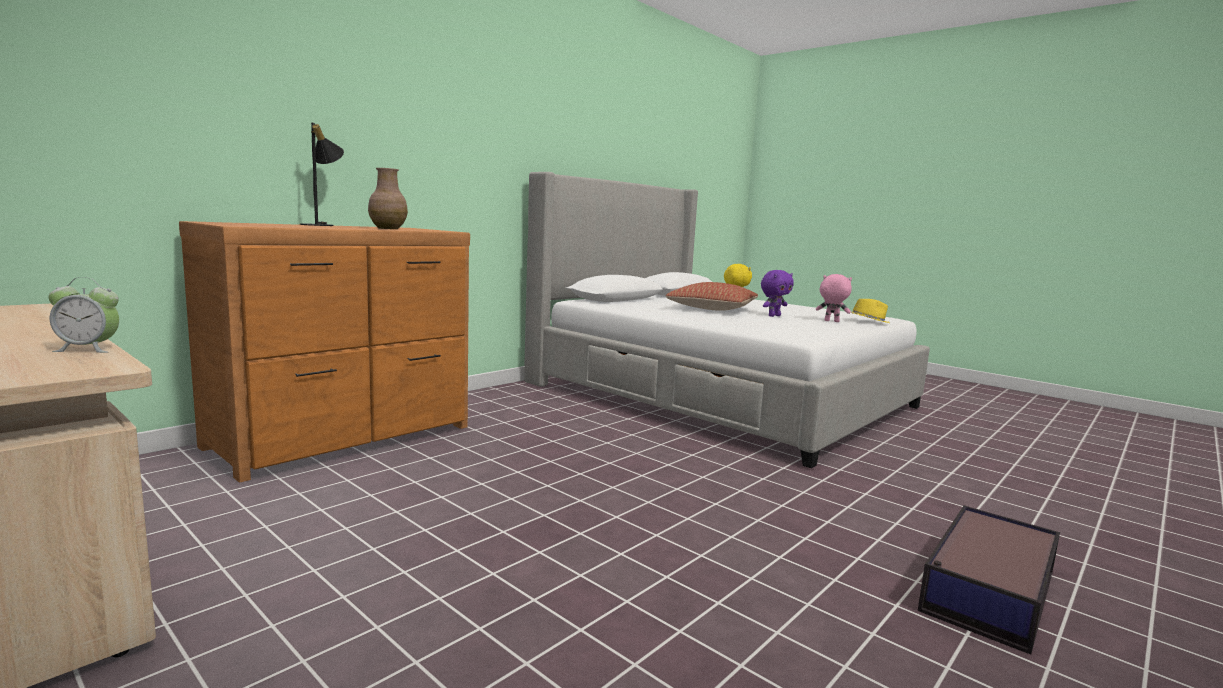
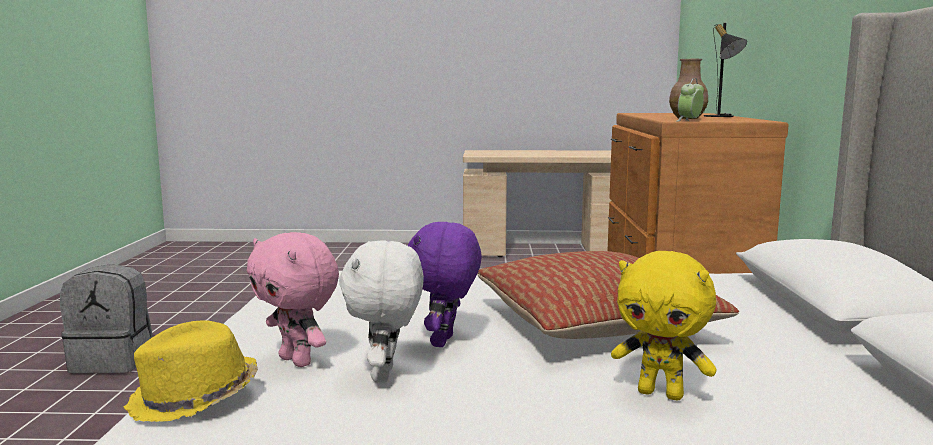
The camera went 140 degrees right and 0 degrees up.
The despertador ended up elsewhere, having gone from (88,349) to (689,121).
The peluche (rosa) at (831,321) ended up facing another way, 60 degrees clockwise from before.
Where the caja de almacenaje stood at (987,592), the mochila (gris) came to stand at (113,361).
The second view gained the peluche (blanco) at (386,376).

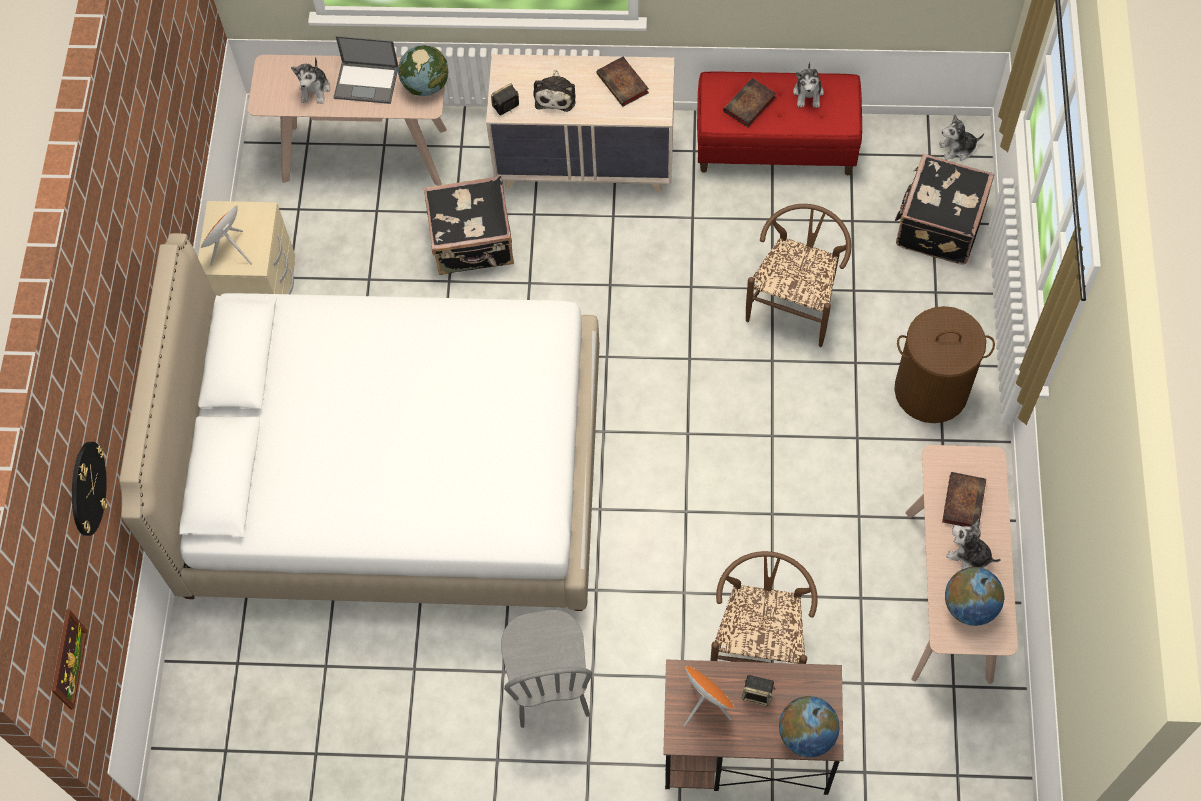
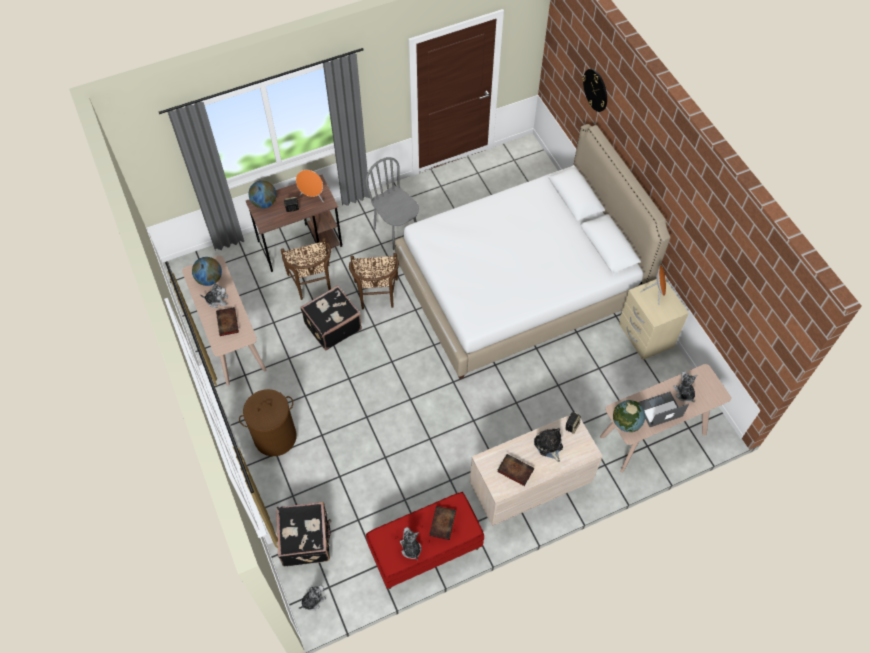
The camera went 150 degrees right and 5 degrees down.
The second view lost the cuadro at (68,659).
The maleta (negro) ended up elsewhere, having gone from (473,243) to (332,326).
The silla (marrón) ended up elsewhere, having gone from (796,304) to (376,297).

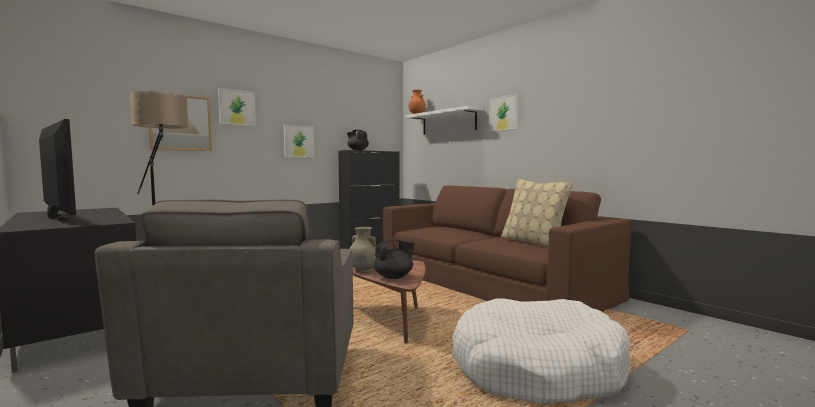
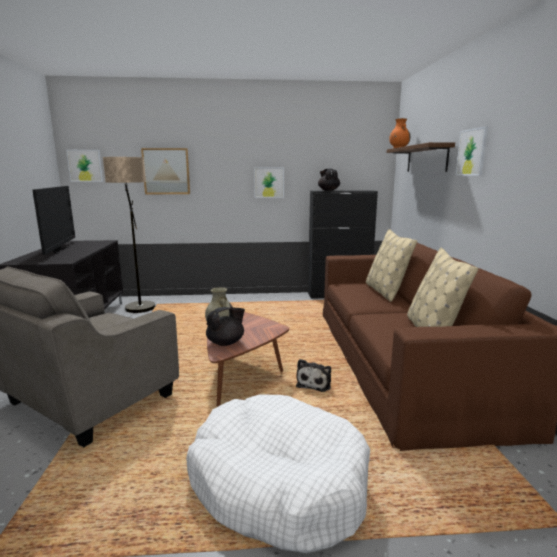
The camera went 35 degrees right and 10 degrees up.
The cuadro ended up elsewhere, having gone from (237,107) to (85,165).
The tetera (negro) at (394,277) ended up facing another way, 45 degrees counterclockwise from before.
What was the estante (blanco) at (448,122) turned into the estante (marrón) at (426,159).
The second view gained the peluche at (314,383).
The second view gained the cojín (beis) at (385,291).

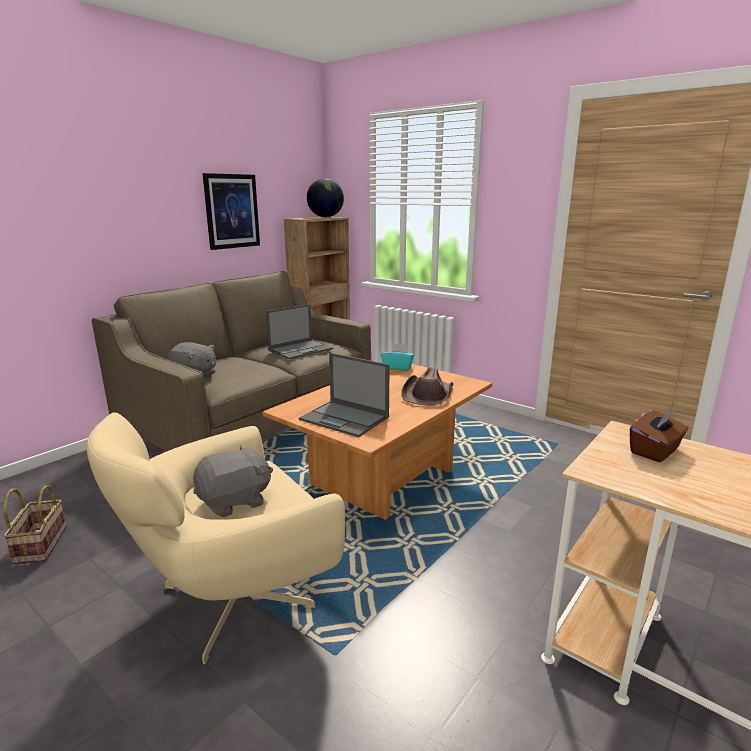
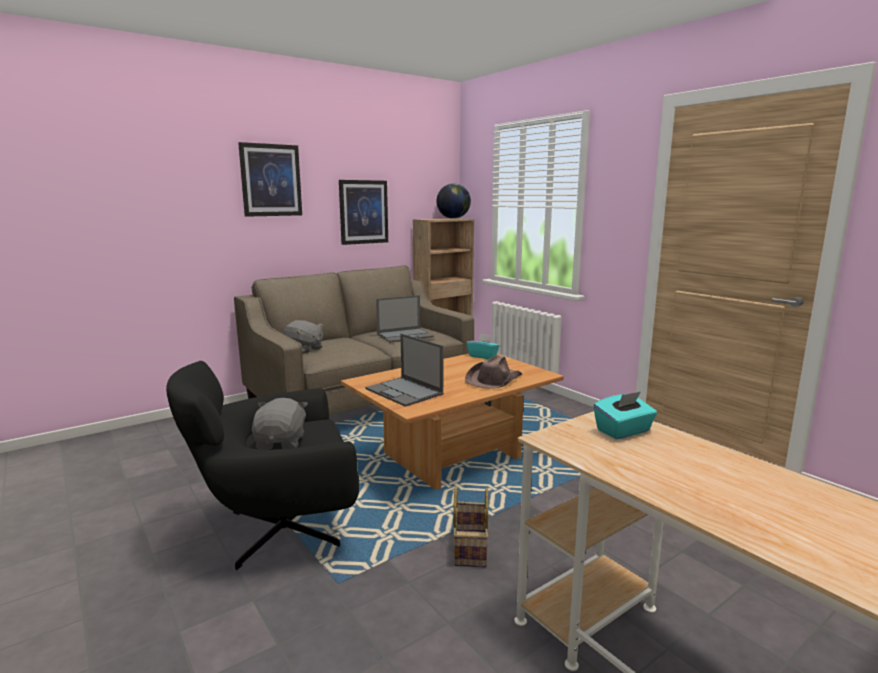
The camera went 15 degrees right and 5 degrees down.
The cesta ended up elsewhere, having gone from (40,544) to (469,547).
What was the sillón (beis) at (232,600) turned into the sillón (negro) at (278,530).
The peluche (gris) at (235,501) ended up facing another way, 75 degrees counterclockwise from before.
What was the caja de pañuelos (marrón) at (655,451) turned into the caja de pañuelos (turquesa) at (623,431).
The second view gained the cuadro at (271,180).

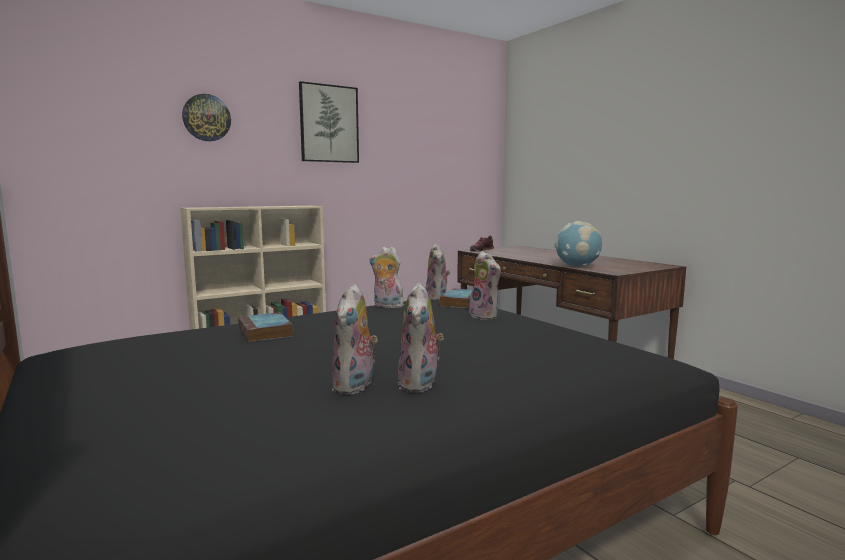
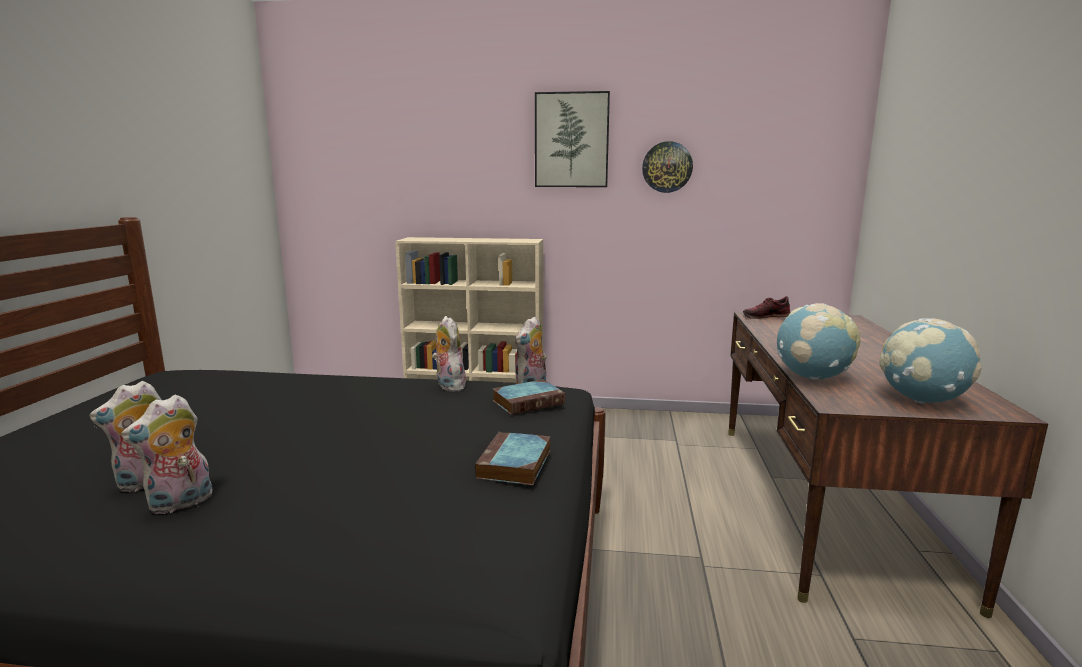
The camera went 40 degrees right and 5 degrees up.
The reloj de pared ended up elsewhere, having gone from (206,118) to (667,167).
The libro ended up elsewhere, having gone from (266,332) to (515,465).
The second view lost the peluche at (486,316).
The second view gained the globo terráqueo at (922,400).

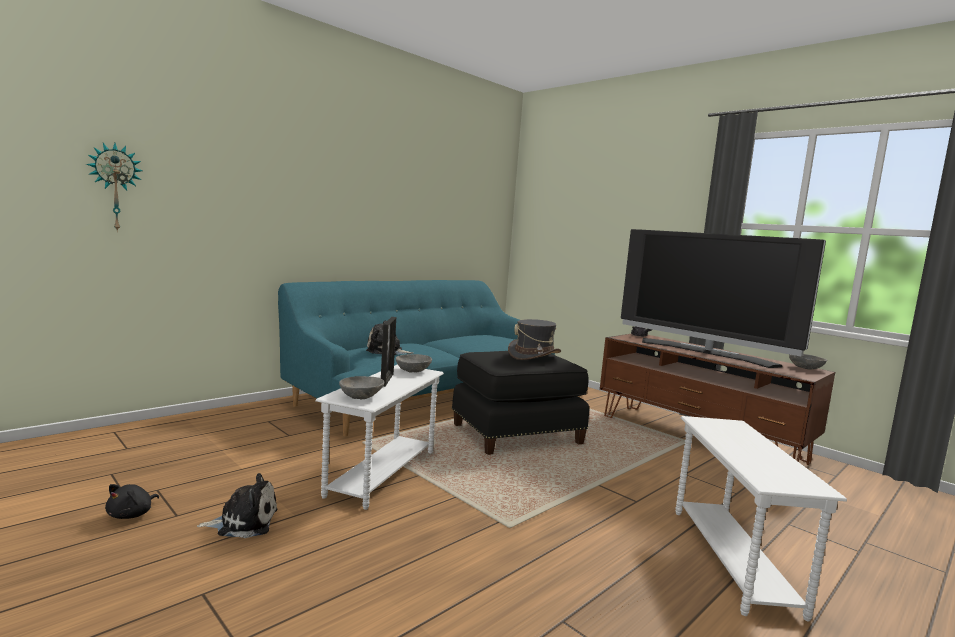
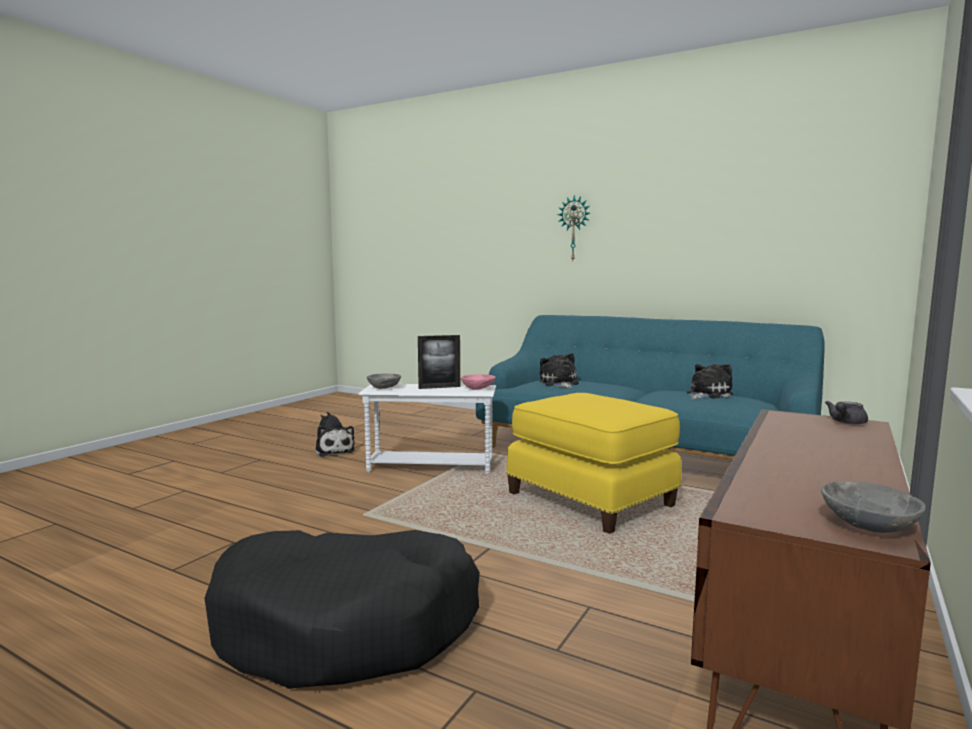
The camera went 75 degrees right and 0 degrees up.
The reloj de pared ended up elsewhere, having gone from (115,187) to (574,228).
What was the cuenco (gris) at (413,371) turned into the cuenco (rosa) at (478,389).
What was the puf (negro) at (516,433) turned into the puf (amarillo) at (591,499).
The second view lost the sombrero (gris) at (534,355).
The second view lost the televisor at (705,353).
Where the mesa auxiliar (blanco) stood at (733,559), the cama para perro (negro) came to stand at (347,626).
The second view gained the peluche at (707,394).

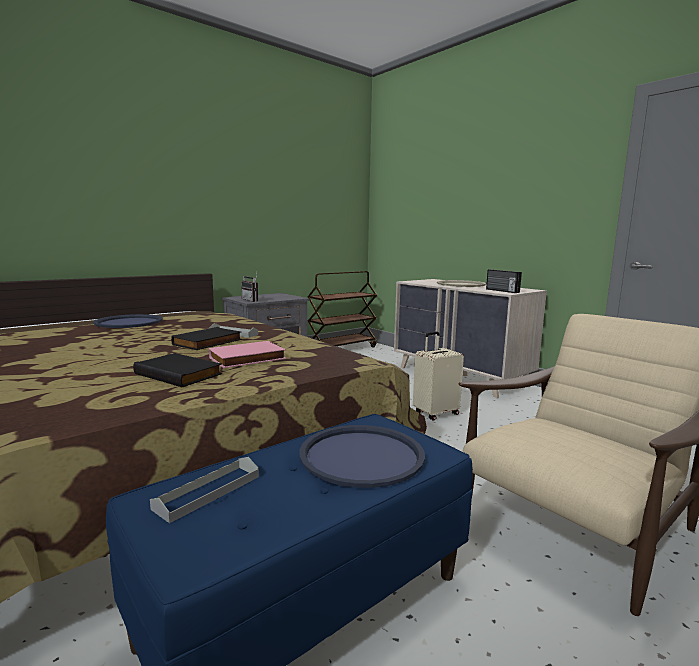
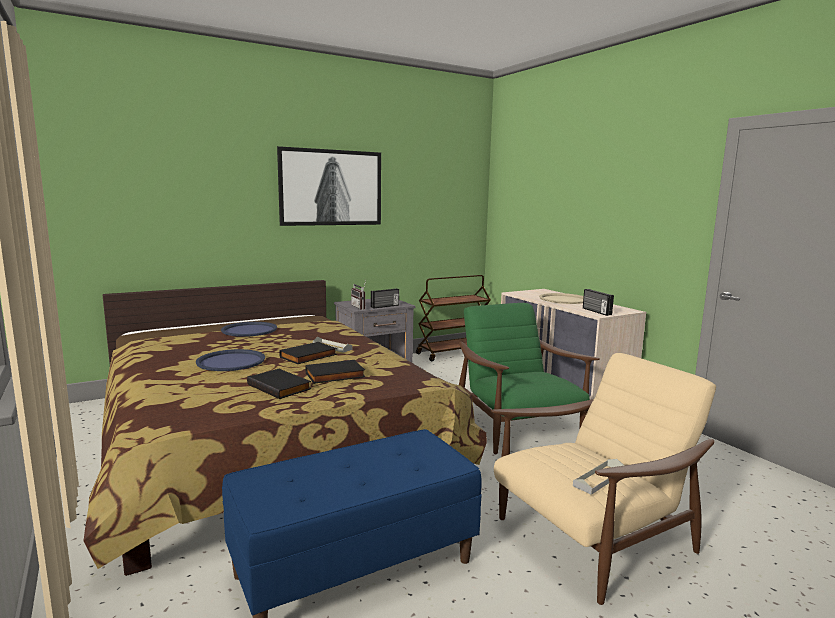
The camera went 10 degrees right and 0 degrees up.
The bandeja (gris) ended up elsewhere, having gone from (208,492) to (599,479).
What was the libro (rosa) at (247,359) turned into the libro (negro) at (335,375).
The bandeja (azul) ended up elsewhere, having gone from (362,456) to (231,361).
Where the maleta (beis) stood at (435,413), the sillón (verde) came to stand at (517,428).
The second view gained the cuadro at (331,187).
The second view gained the radio at (385,306).

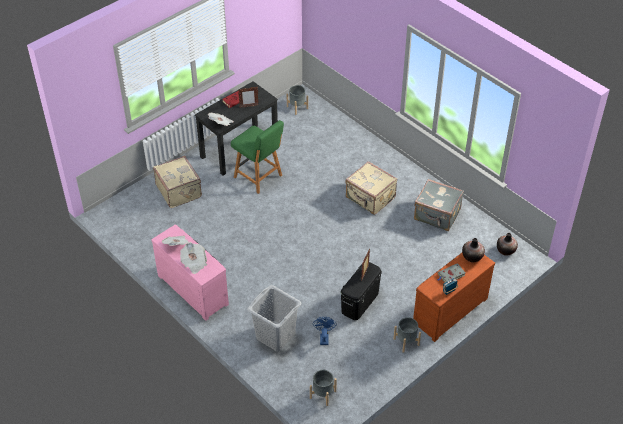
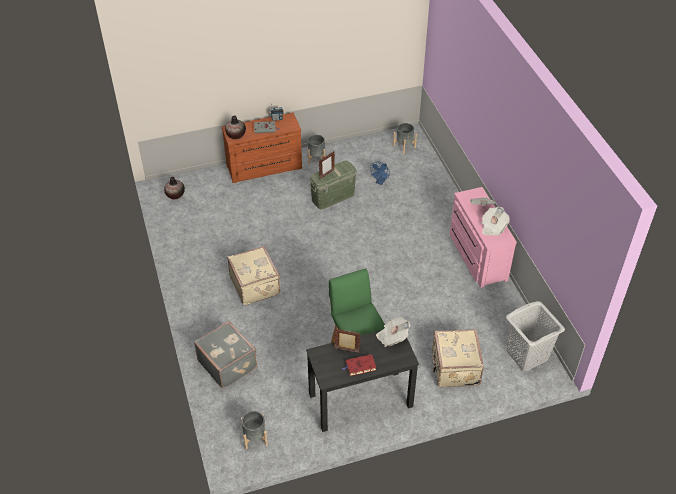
The camera went 155 degrees left and 0 degrees up.
The cesto de la ropa (gris) ended up elsewhere, having gone from (275,335) to (526,355).
What was the caja de almacenaje (negro) at (360,302) turned into the caja de almacenaje (verde) at (333,197).
The maleta (gris) ended up elsewhere, having gone from (437,215) to (228,364).

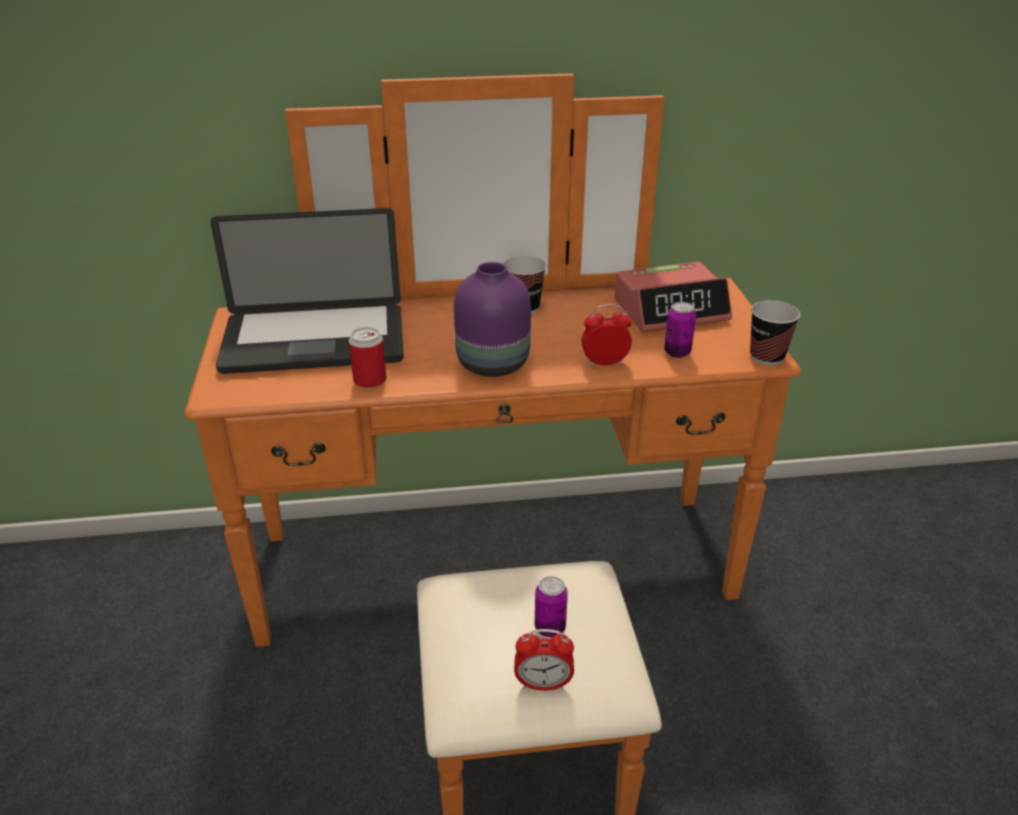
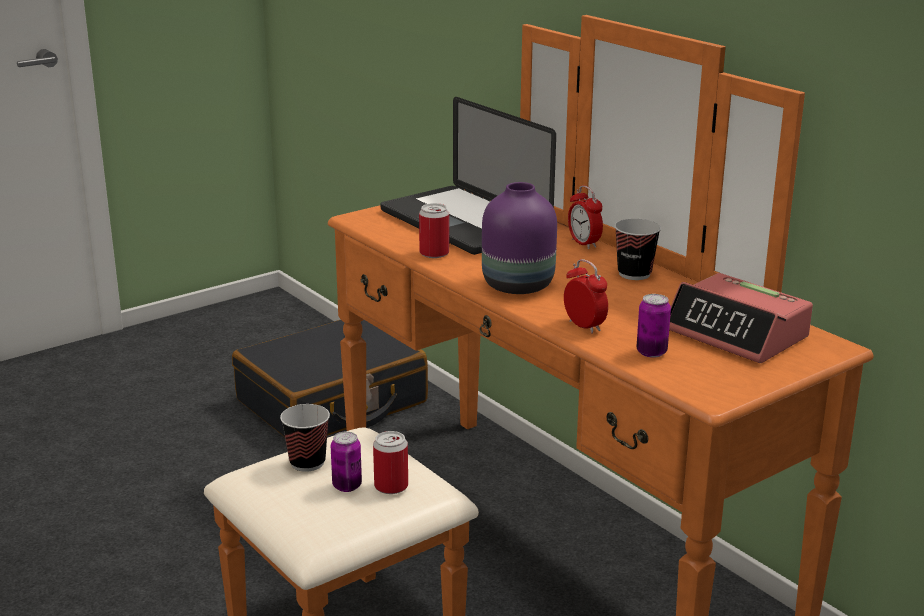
The camera went 60 degrees right and 10 degrees down.
The despertador ended up elsewhere, having gone from (543,684) to (584,243).
The taza ended up elsewhere, having gone from (767,357) to (307,462).
The second view gained the maleta (negro) at (332,402).
The second view gained the lata at (391,486).

